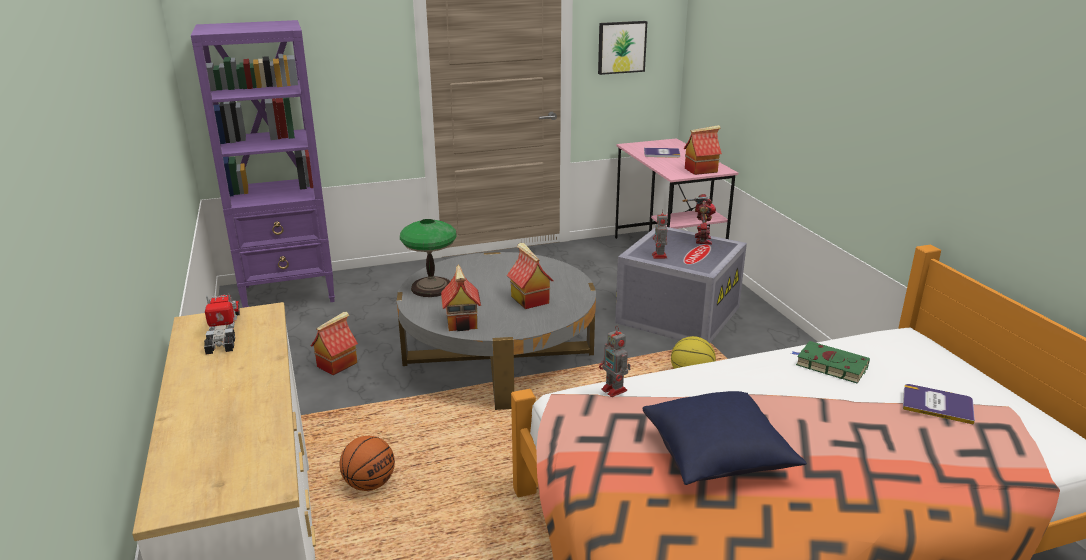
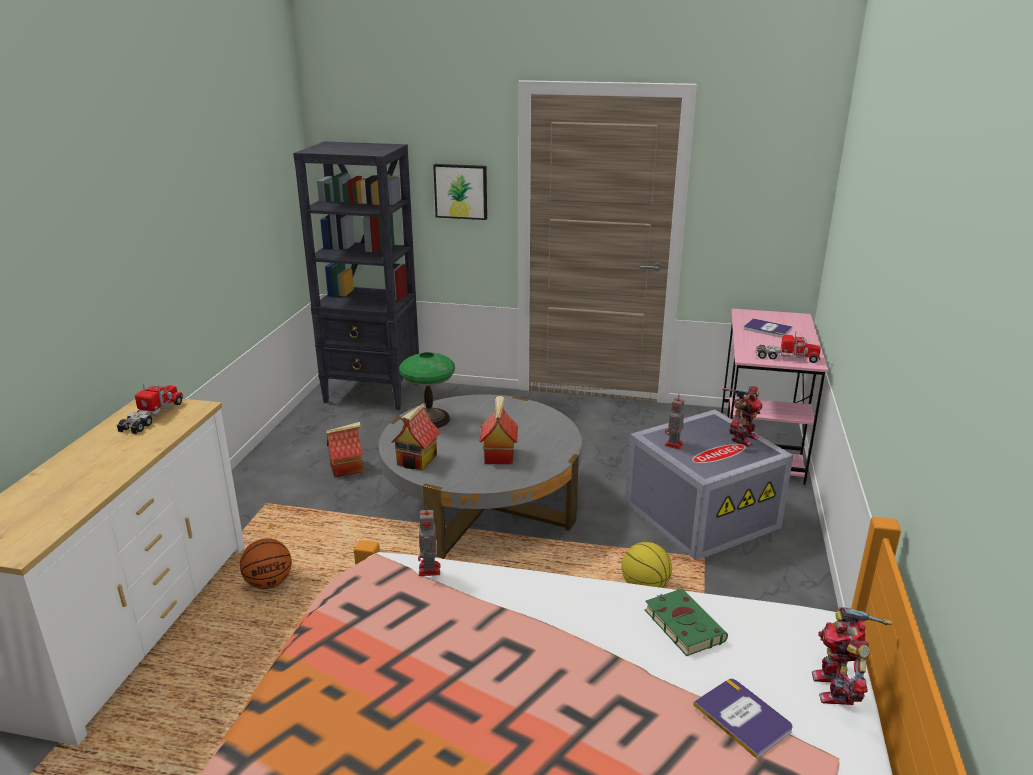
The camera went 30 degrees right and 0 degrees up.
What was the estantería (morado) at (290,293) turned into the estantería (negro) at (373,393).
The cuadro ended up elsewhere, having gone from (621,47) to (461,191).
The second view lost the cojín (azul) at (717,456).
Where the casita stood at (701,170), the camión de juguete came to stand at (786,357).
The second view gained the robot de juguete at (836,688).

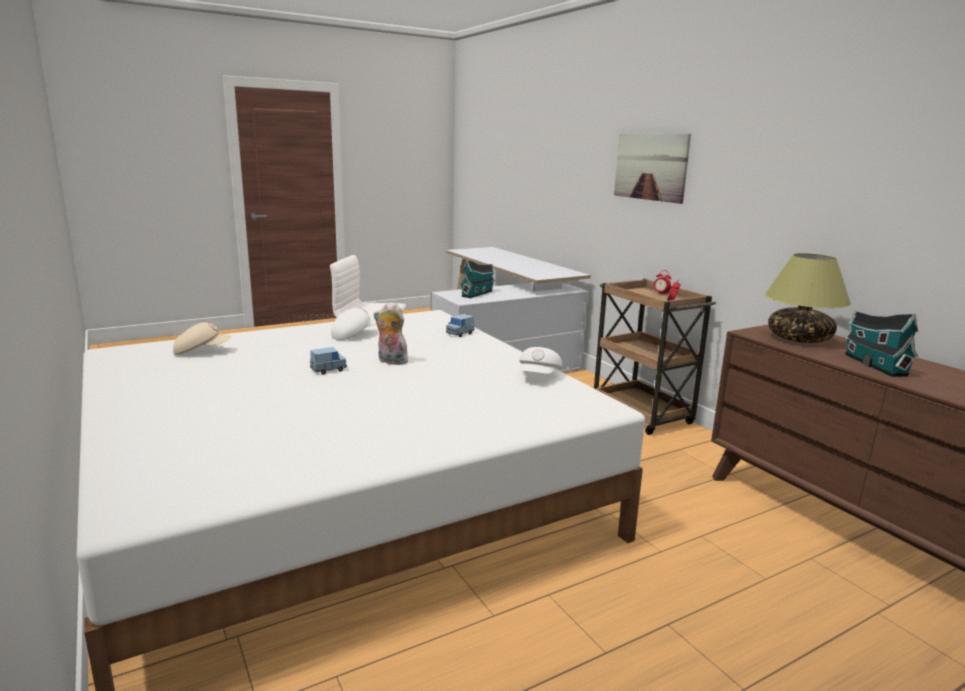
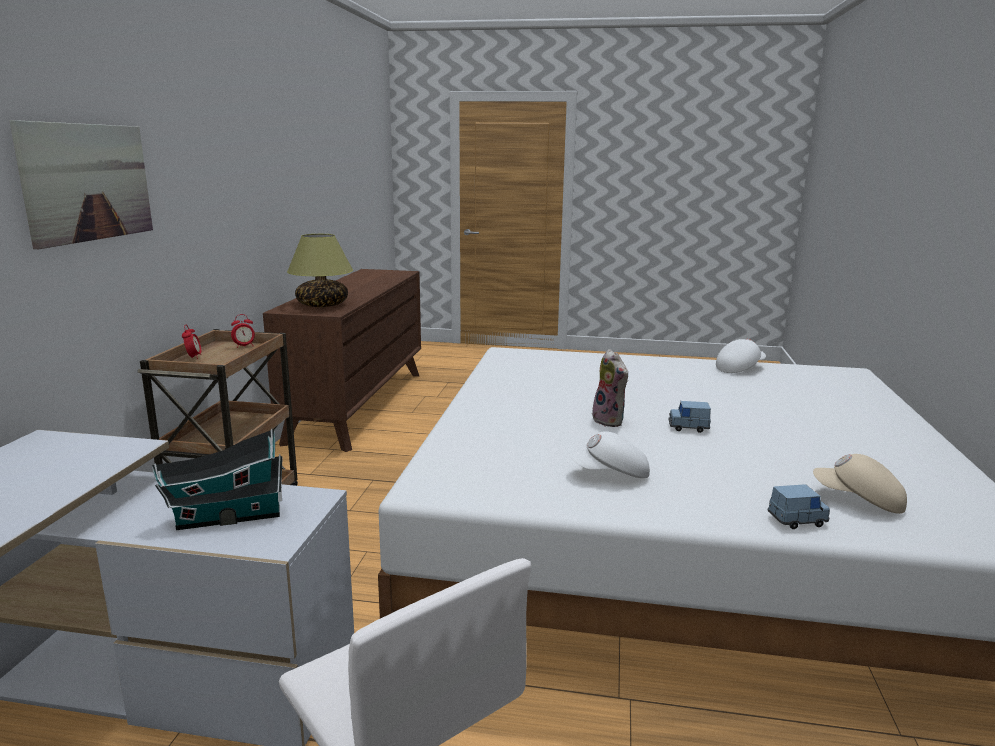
The camera went 140 degrees left and 0 degrees up.
The coche de juguete (azul) ended up elsewhere, having gone from (460,334) to (797,520).
The gorra (blanco) ended up elsewhere, having gone from (539,376) to (739,368).
The second view lost the casita at (873,364).

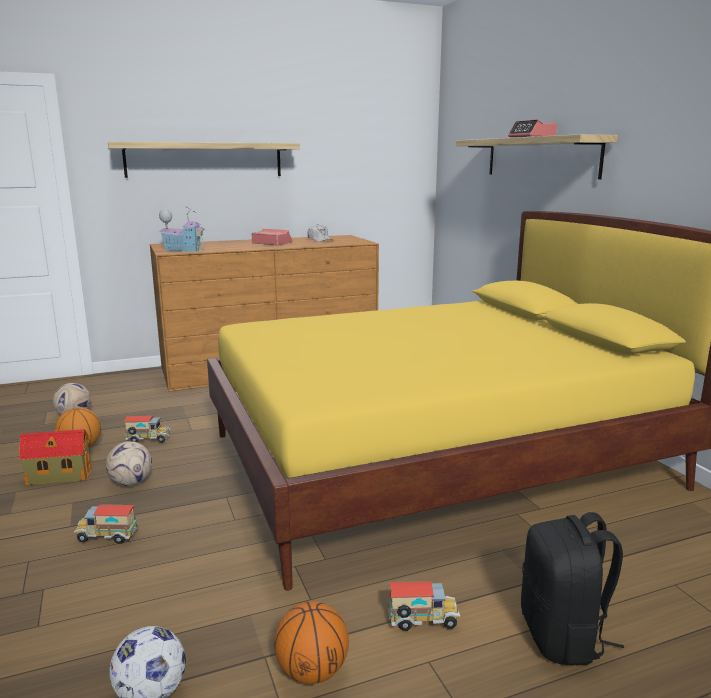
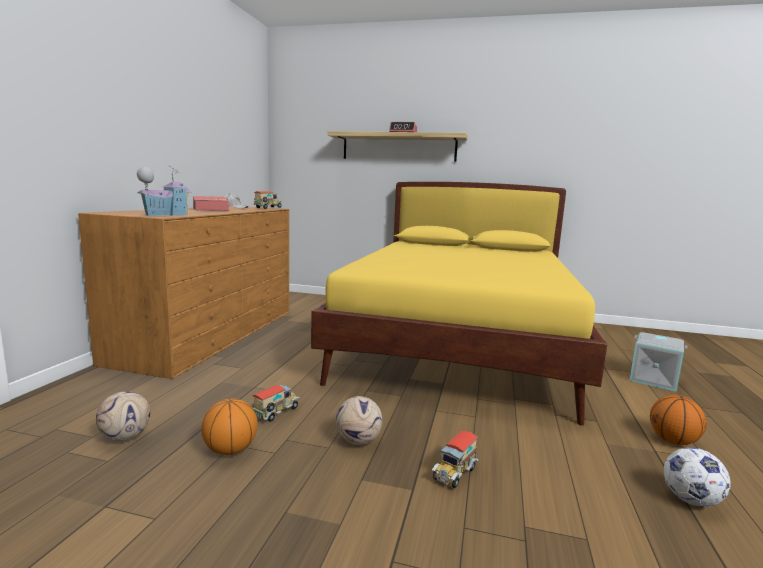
The camera went 55 degrees left and 5 degrees down.
The second view lost the casita at (58,476).
The second view lost the estante at (204,160).
The camión de juguete ended up elsewhere, having gone from (423,622) to (268,208).
Where the mochila (negro) stood at (563,636), the caja de almacenaje (gris) came to stand at (653,379).

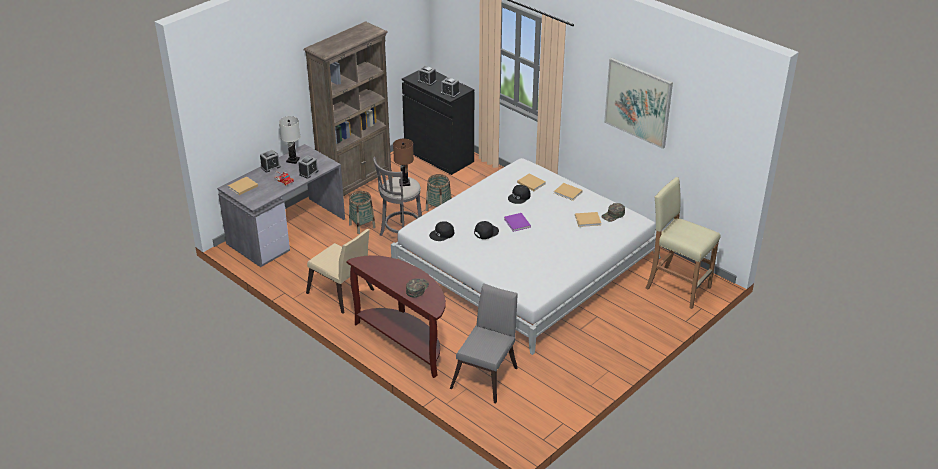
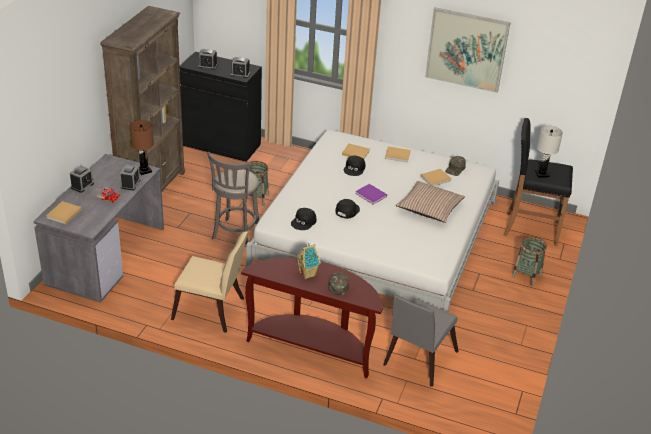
The camera went 25 degrees left and 0 degrees up.
The lámpara de mesa (blanco) ended up elsewhere, having gone from (293,160) to (542,174).
The cesta ended up elsewhere, having gone from (362,226) to (526,276).
The lámpara de mesa (marrón) ended up elsewhere, having gone from (404,183) to (144,171).
The silla (gris) at (487,375) ended up facing another way, 150 degrees counterclockwise from before.
What was the taburete (beis) at (677,287) turned into the taburete (negro) at (530,228).
The second view gained the casita at (308,274).
The second view gained the cojín at (429,208).

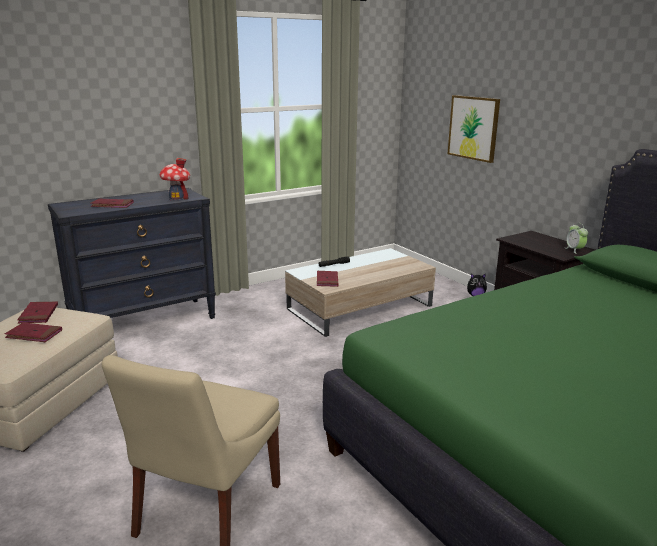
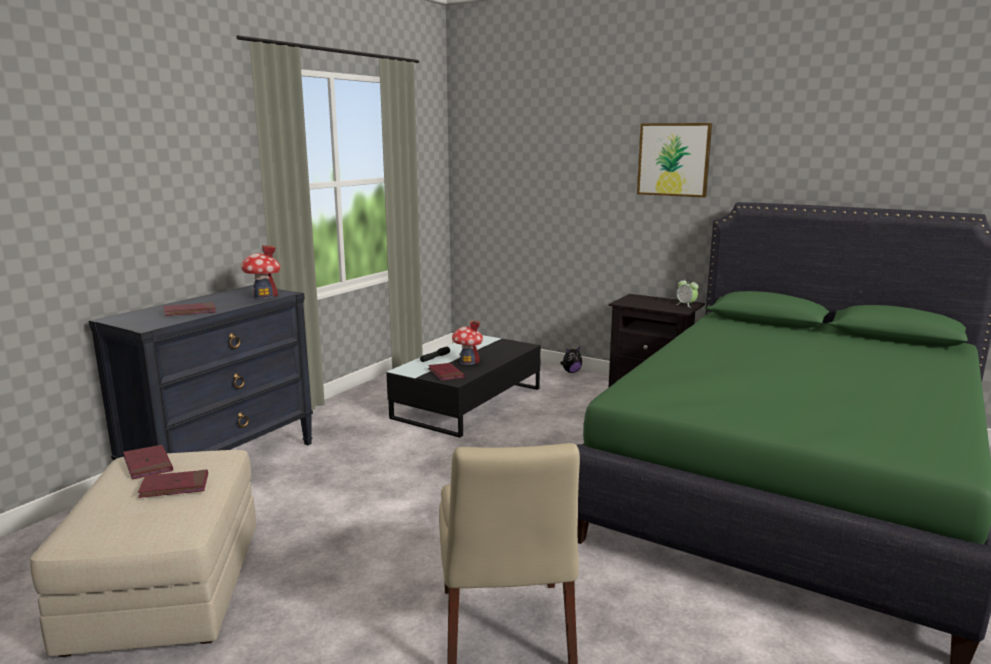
The camera went 25 degrees left and 5 degrees down.
What was the mesa de centro (beis) at (360,307) turned into the mesa de centro (negro) at (468,402).
The cuadro ended up elsewhere, having gone from (473,128) to (673,159).
The second view gained the casita at (467,362).

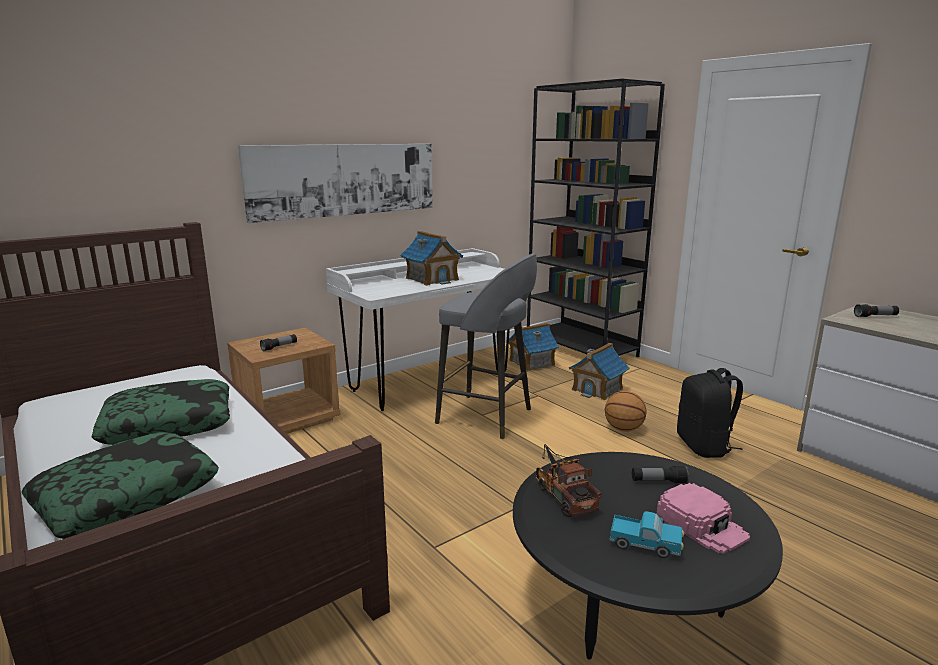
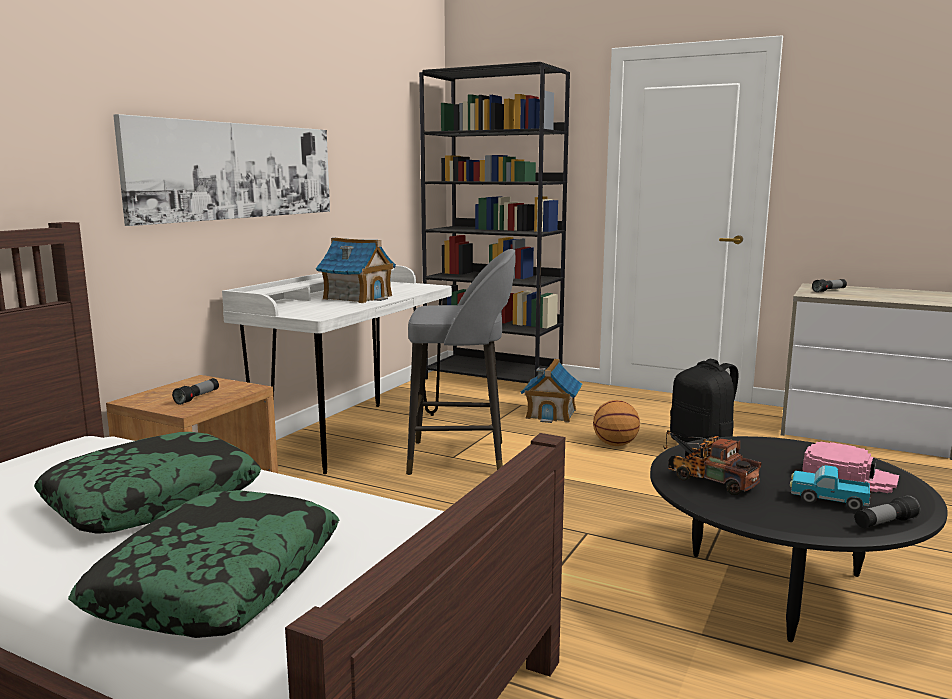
The camera went 25 degrees left and 5 degrees down.
The second view lost the casita at (531,363).
The camión de juguete at (645,545) ended up facing another way, 150 degrees counterclockwise from before.
The linterna ended up elsewhere, having gone from (658,481) to (885,523).

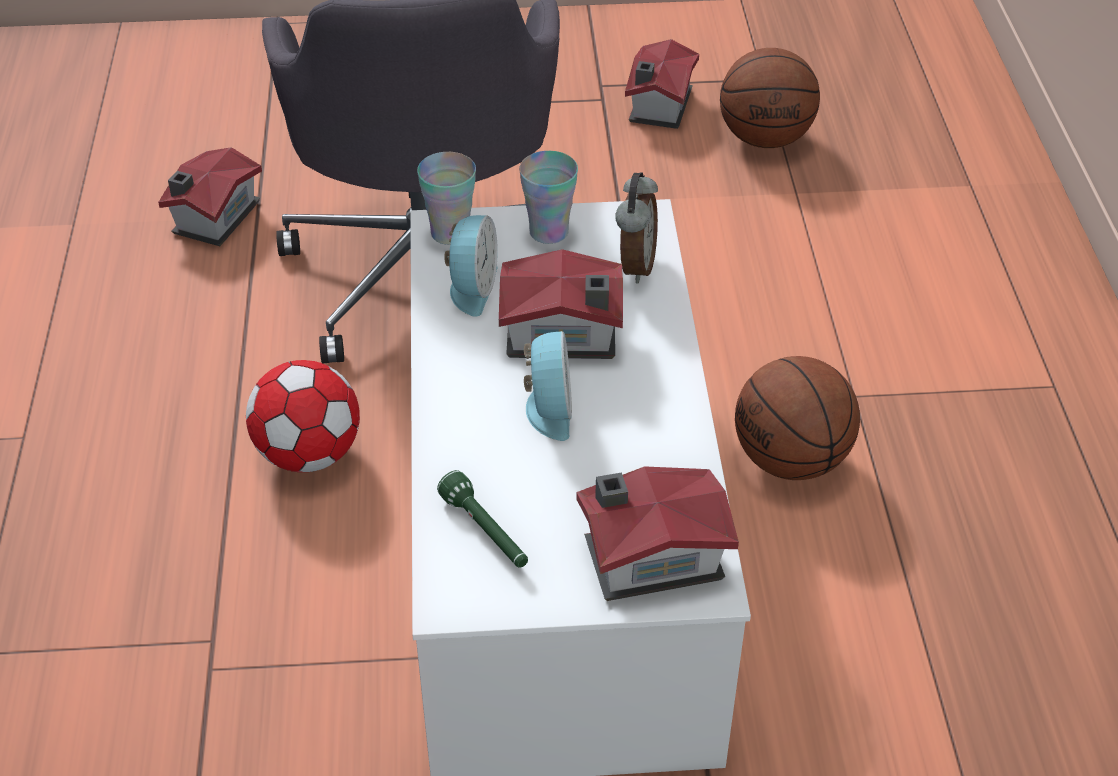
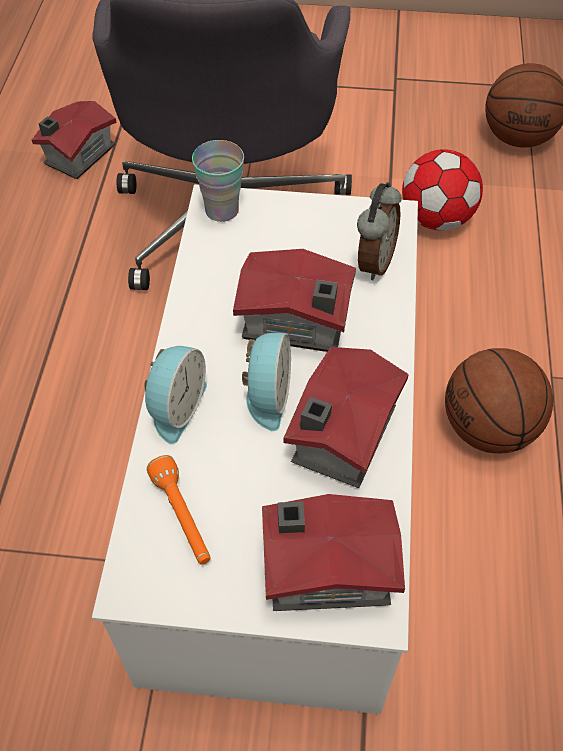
The camera went 10 degrees right and 10 degrees up.
The balón de fútbol ended up elsewhere, having gone from (309,454) to (436,219).
What was the linterna (verde) at (486,532) turned into the linterna (naranja) at (183,517).
The despertador ended up elsewhere, having gone from (471,287) to (175,407).
The second view lost the taza at (549,232).
The casita ended up elsewhere, having gone from (658,106) to (339,437).

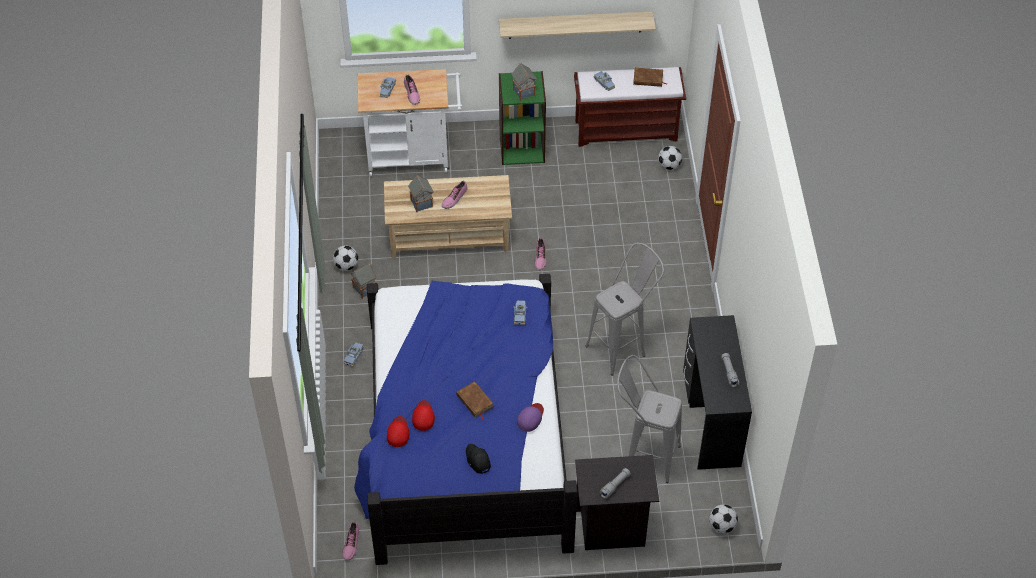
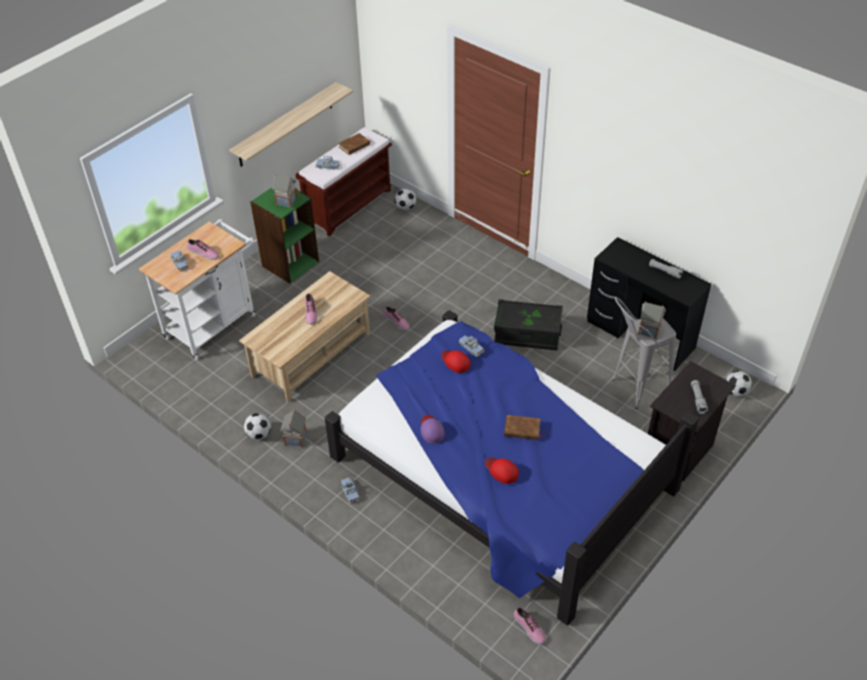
The camera went 45 degrees left and 5 degrees down.
The gorra (rojo) ended up elsewhere, having gone from (398,432) to (455,361).
The casita ended up elsewhere, having gone from (422,204) to (650,330).
The second view lost the gorra (negro) at (477,460).
The gorra (morado) ended up elsewhere, having gone from (530,418) to (431,430).
Where the taburete (gris) stood at (622,347), the caja de almacenaje (negro) came to stand at (527,335).

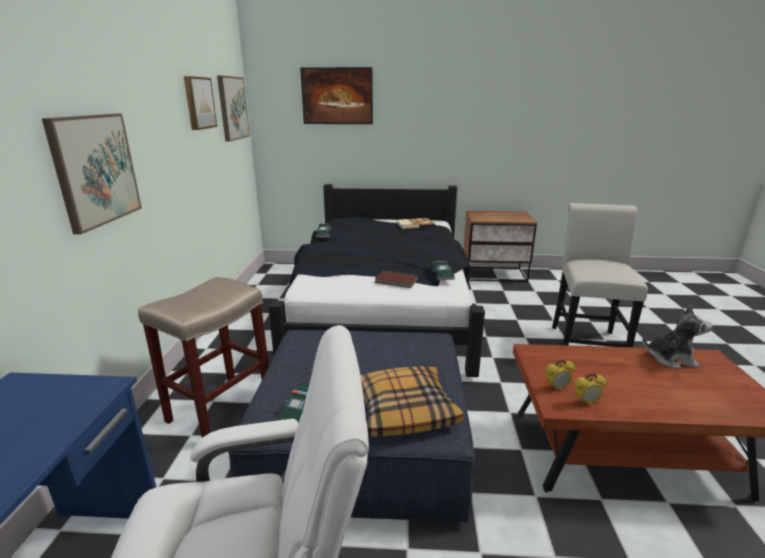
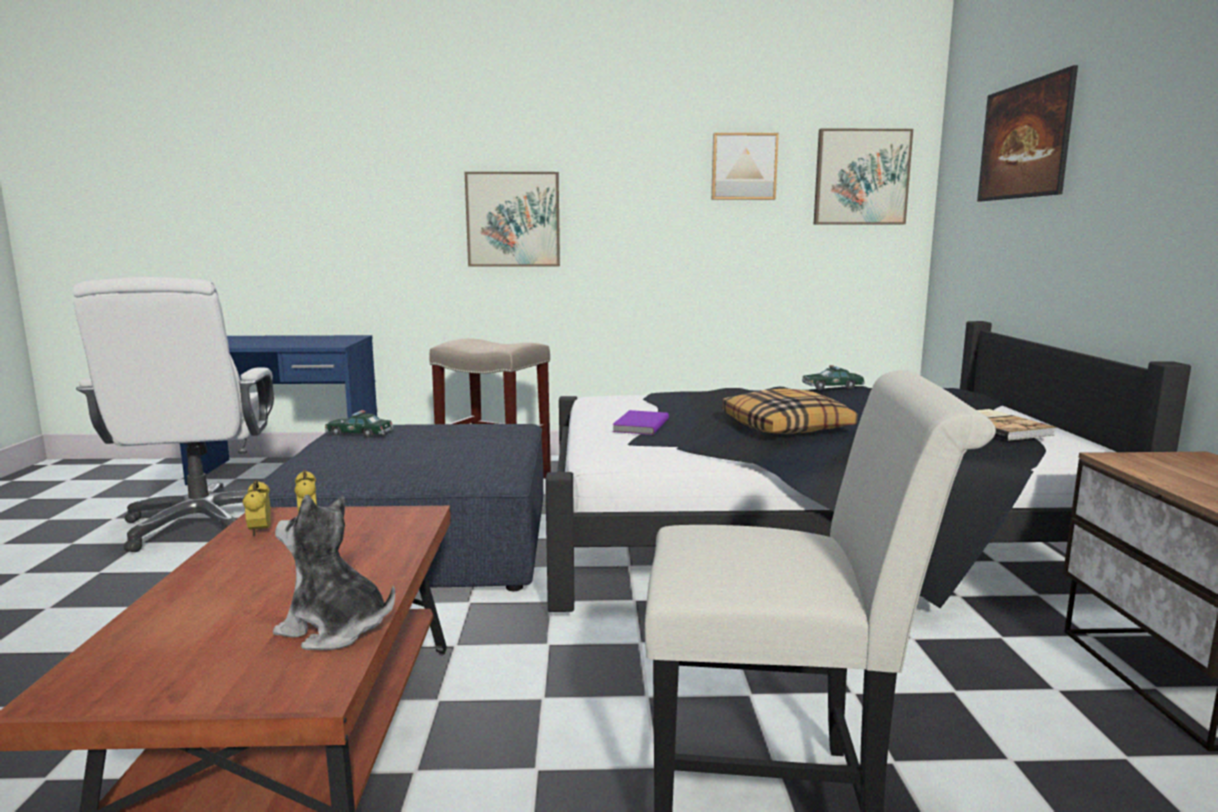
The camera went 85 degrees right and 10 degrees down.
The cojín ended up elsewhere, having gone from (404,409) to (787,427).
What was the libro (marrón) at (396,281) turned into the libro (morado) at (639,425).
The second view lost the coche de juguete at (441,275).
The peluche at (670,358) ended up facing another way, 105 degrees clockwise from before.

